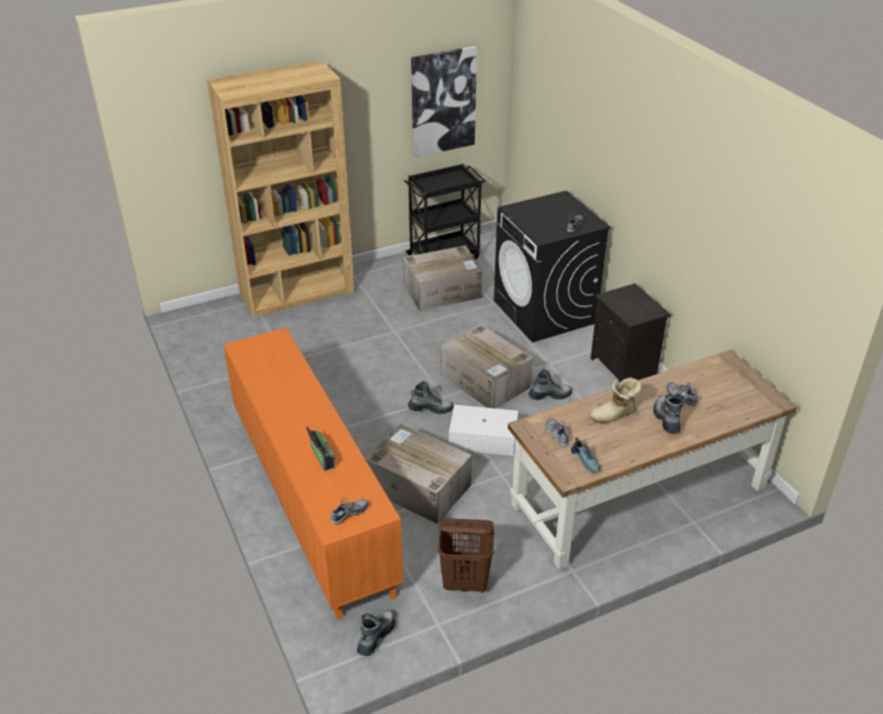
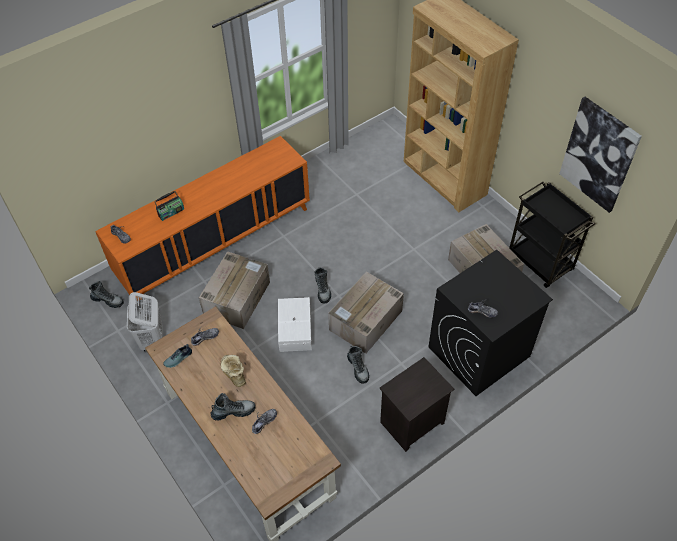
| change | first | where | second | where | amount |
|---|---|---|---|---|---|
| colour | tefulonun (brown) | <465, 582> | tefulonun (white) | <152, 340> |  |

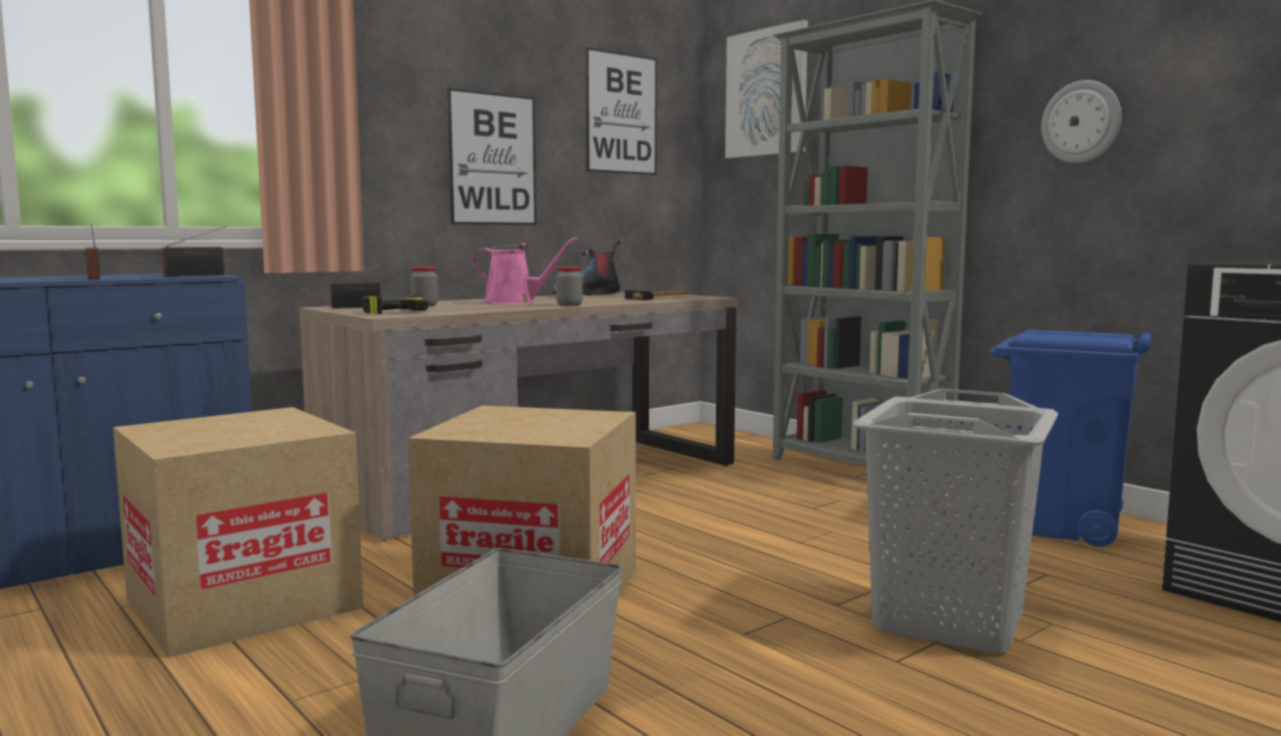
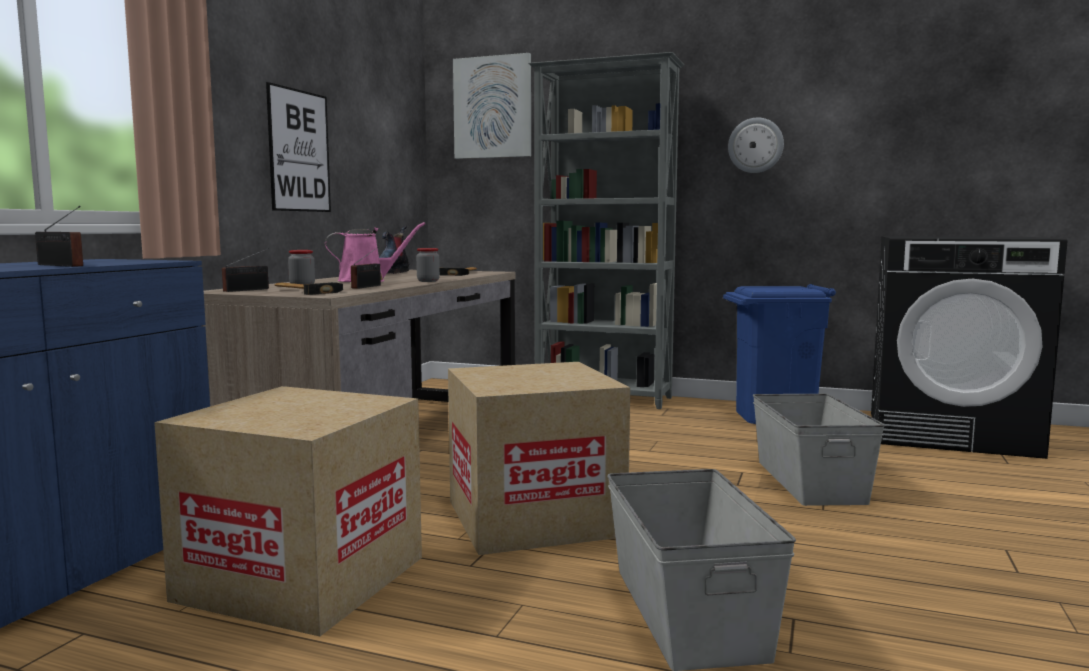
| change | first | where | second | where | amount |
|---|---|---|---|---|---|
| exchanged | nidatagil | <393, 311> | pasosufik | <304, 291> |  |
| relocated | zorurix | <198, 275> |  | <368, 286> |  |
| exchanged | tefulonun (grey) | <949, 621> | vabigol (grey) | <810, 481> |  |
| missing | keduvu | <621, 113> |  |  |  |

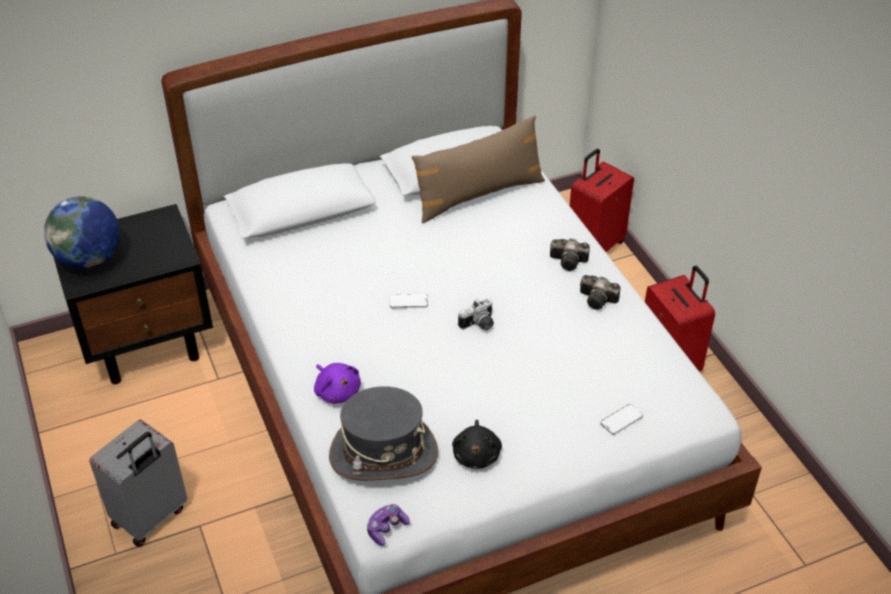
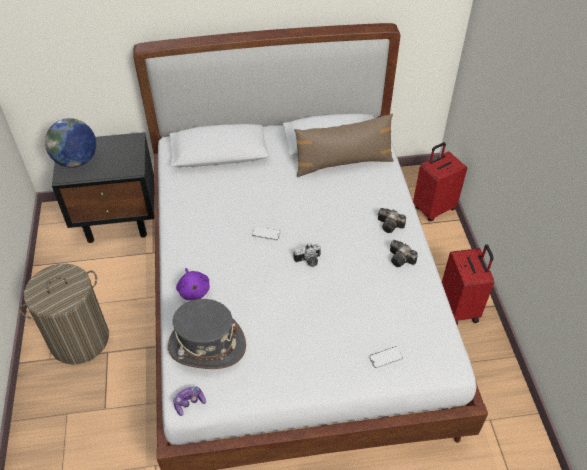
| change | first | where | second | where | amount |
|---|---|---|---|---|---|
| exchanged | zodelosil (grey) | <151, 518> | tefulonun | <79, 339> |  |
| missing | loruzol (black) | <476, 454> |  |  |  |

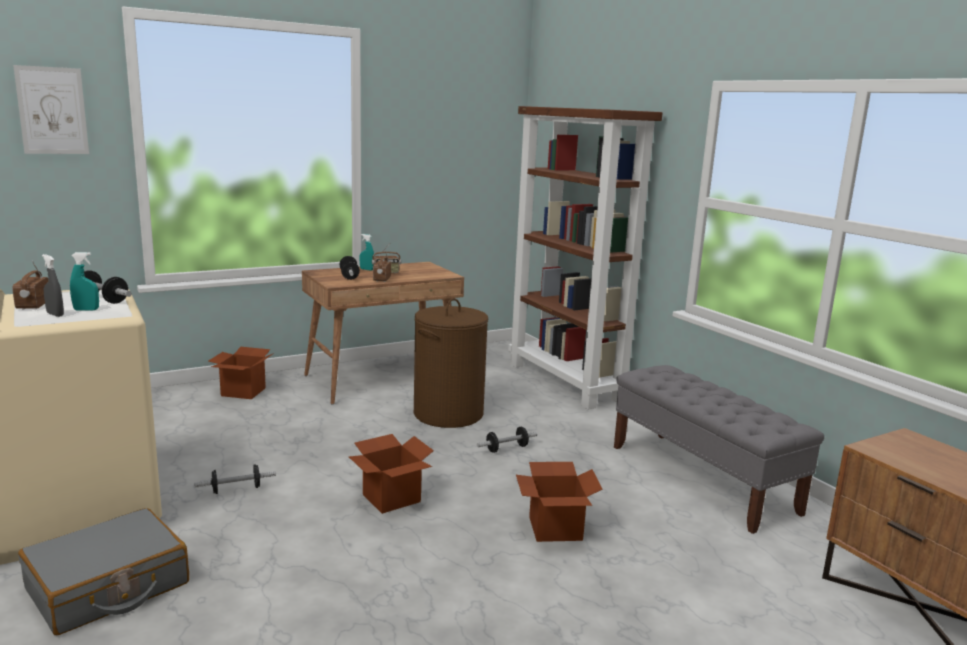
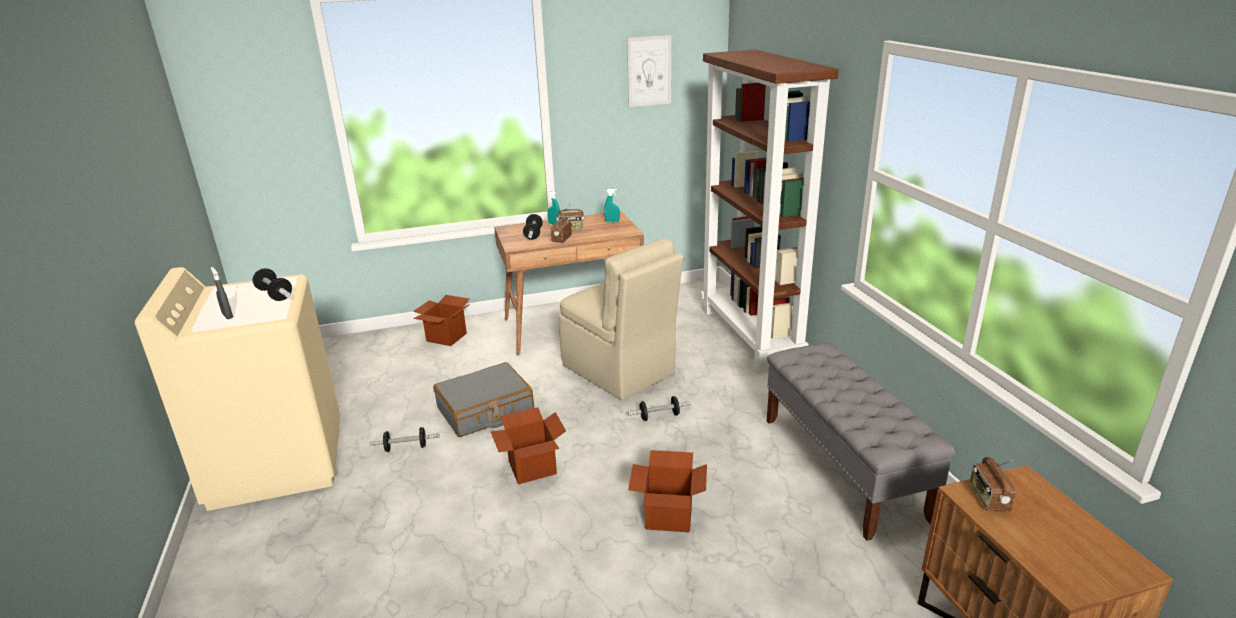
| change | first | where | second | where | amount |
|---|---|---|---|---|---|
| relocated | zodelosil (grey) | <108, 587> |  | <485, 411> |  |
| exchanged | tefulonun (brown) | <448, 414> | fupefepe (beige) | <619, 371> |  |
| relocated | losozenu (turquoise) | <86, 310> |  | <612, 222> |  |
| relocated | keduvu | <52, 110> |  | <649, 71> |  |
| relocated | zorurix | <32, 305> |  | <988, 498> |  |

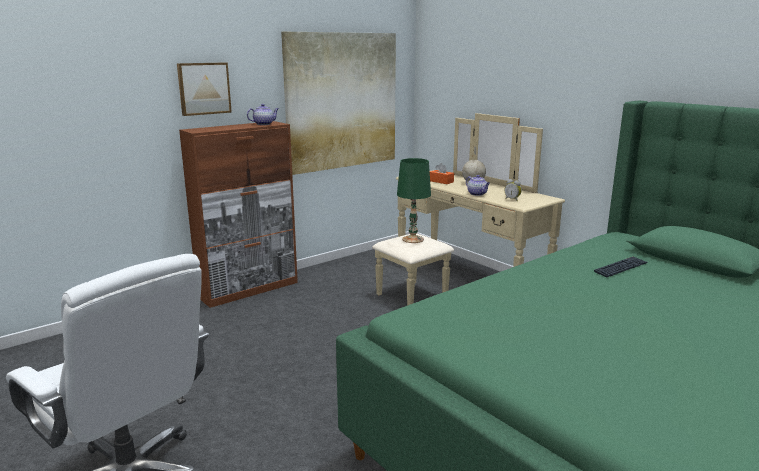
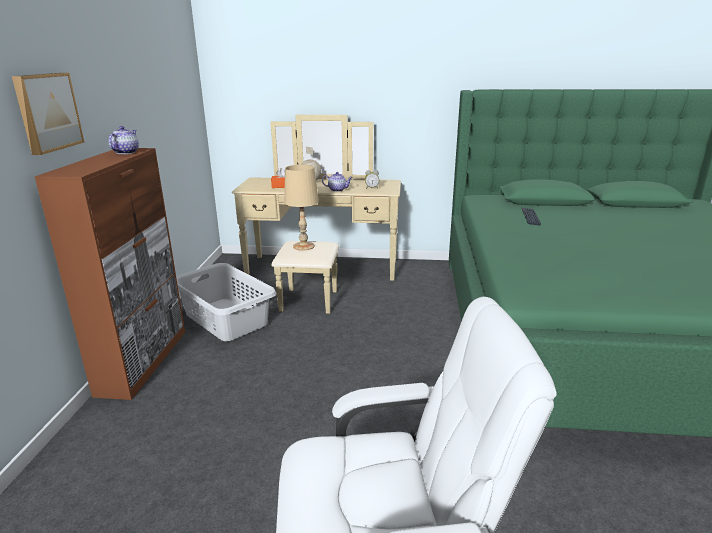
| change | first | where | second | where | amount |
|---|---|---|---|---|---|
| appeared |  |  | tefulonun (grey) | <226, 318> |  |
| colour | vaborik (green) | <413, 239> | vaborik (beige) | <304, 246> |  |
| missing | keduvu | <341, 101> |  |  |  |

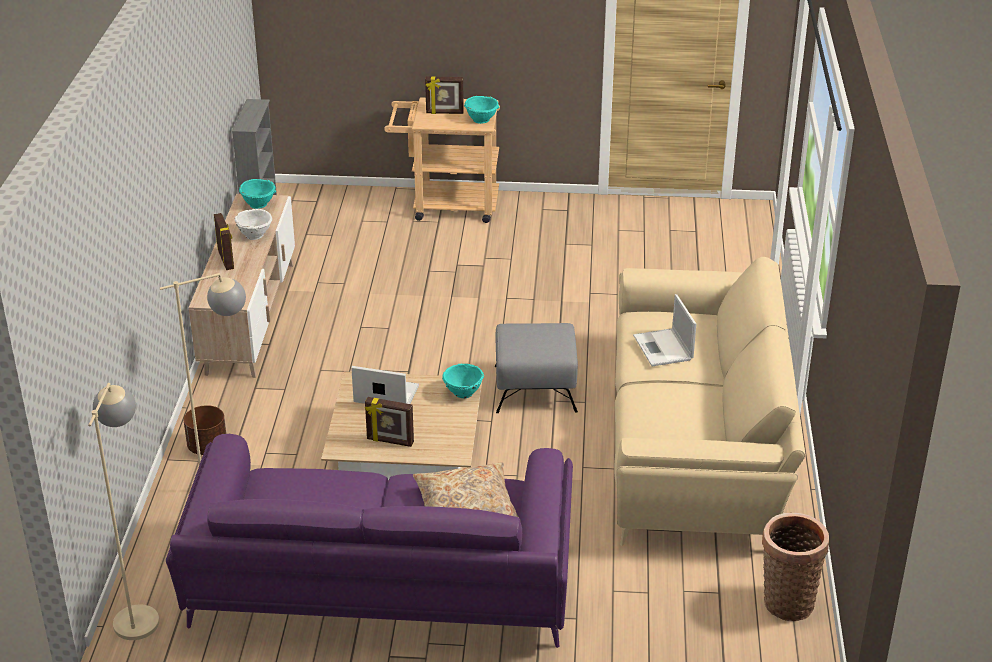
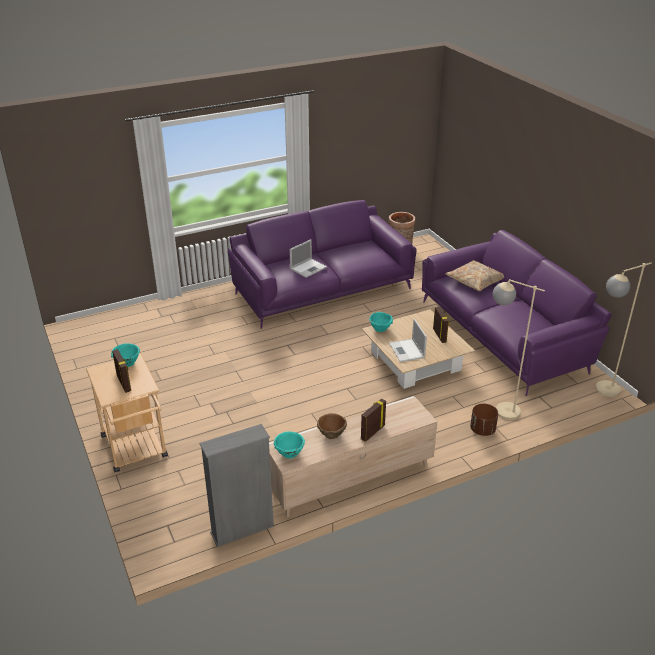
| change | first | where | second | where | amount |
|---|---|---|---|---|---|
| colour | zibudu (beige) | <696, 441> | zibudu (purple) | <322, 289> |  |
| colour | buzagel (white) | <255, 235> | buzagel (brown) | <331, 434> |  |
| missing | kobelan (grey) | <534, 388> |  |  |  |

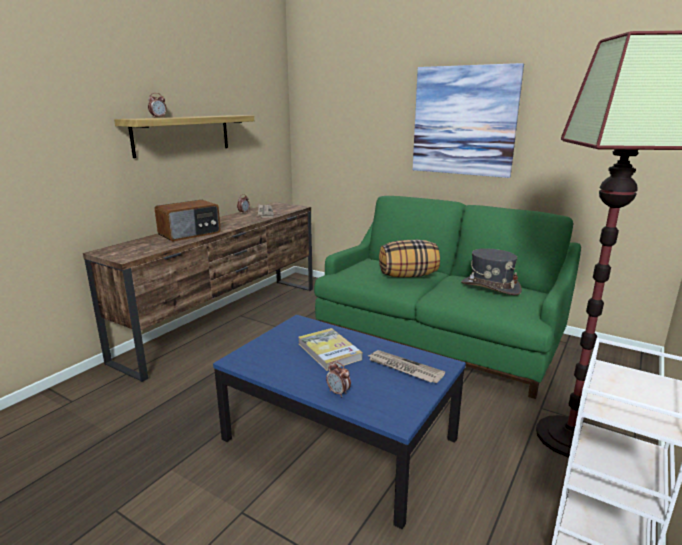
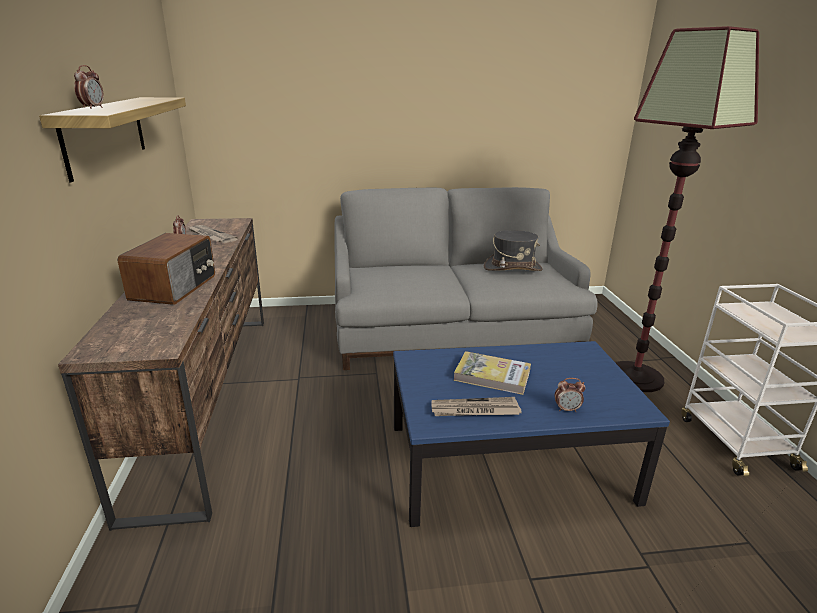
| change | first | where | second | where | amount |
|---|---|---|---|---|---|
| colour | zibudu (green) | <439, 336> | zibudu (grey) | <452, 330> |  |
| relocated | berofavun | <404, 368> |  | <474, 410> |  |
| missing | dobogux | <408, 275> |  |  |  |
| missing | keduvu | <464, 121> |  |  |  |

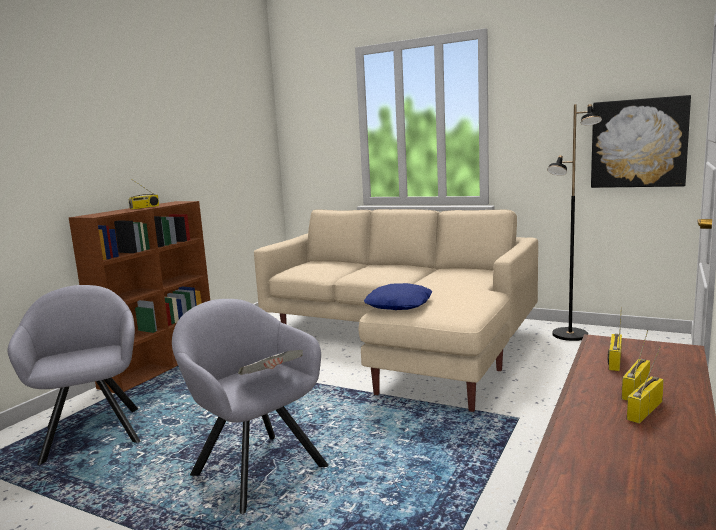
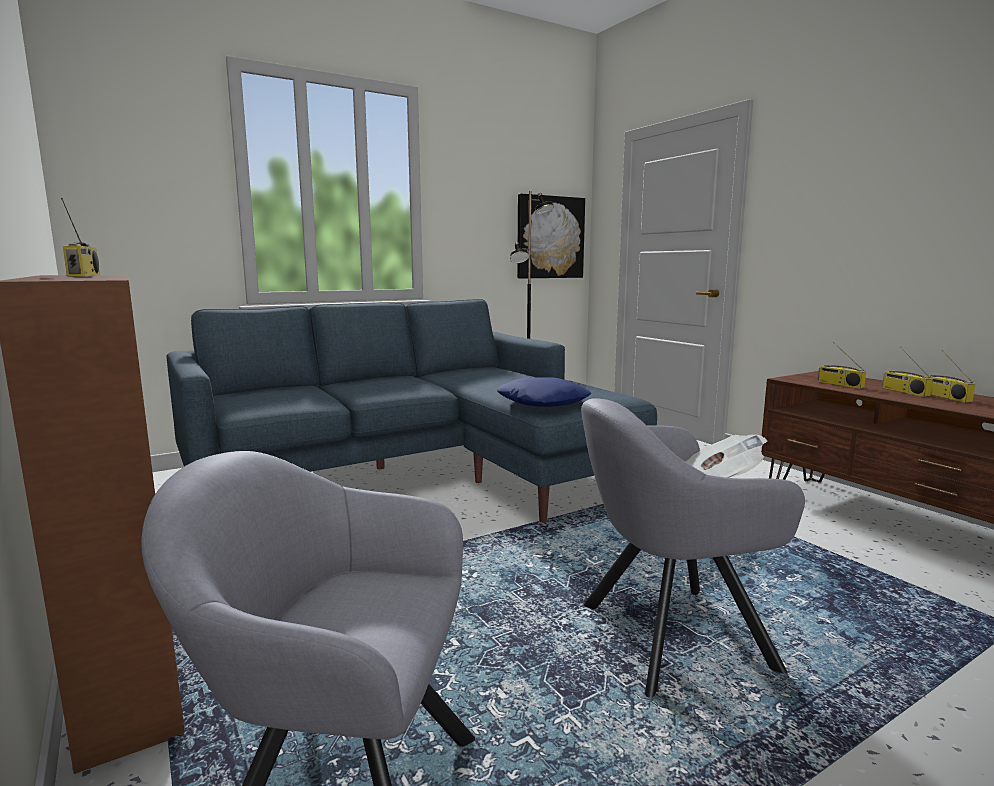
| change | first | where | second | where | amount |
|---|---|---|---|---|---|
| colour | zibudu (beige) | <403, 340> | zibudu (blue) | <416, 473> |  |

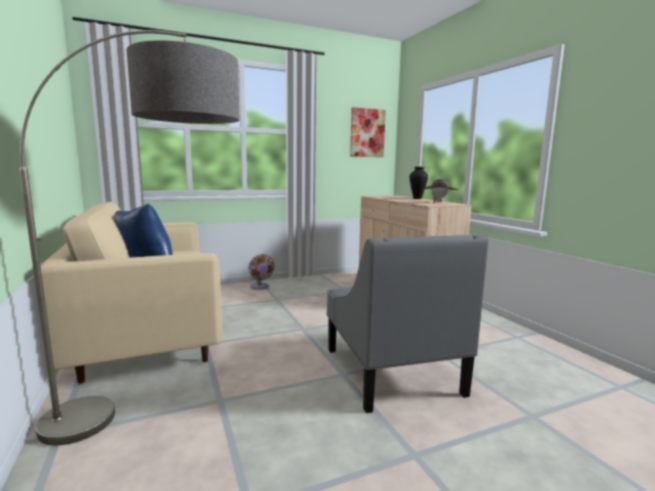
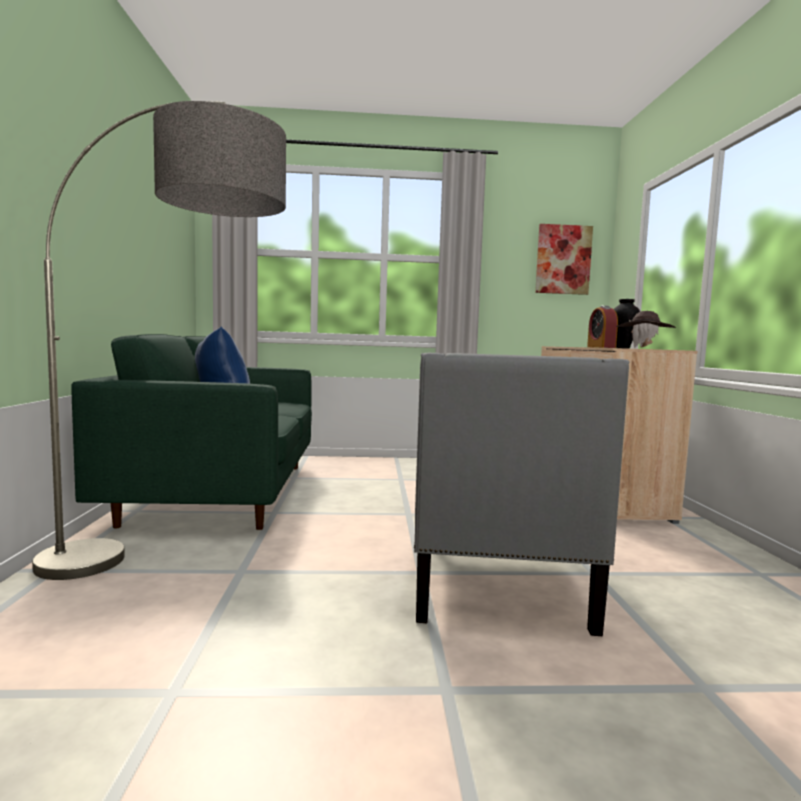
| change | first | where | second | where | amount |
|---|---|---|---|---|---|
| colour | zibudu (beige) | <149, 332> | zibudu (green) | <224, 492> |  |
| appeared |  |  | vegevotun | <601, 347> |  |
| missing | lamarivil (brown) | <260, 287> |  |  |  |

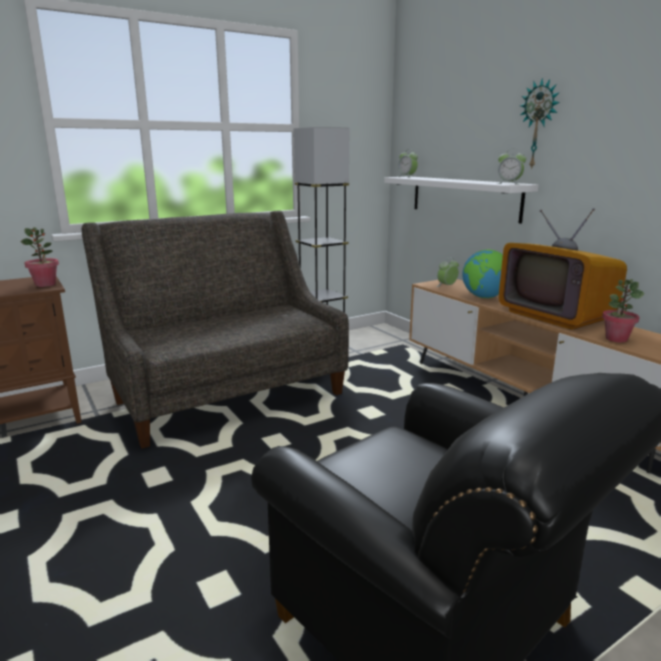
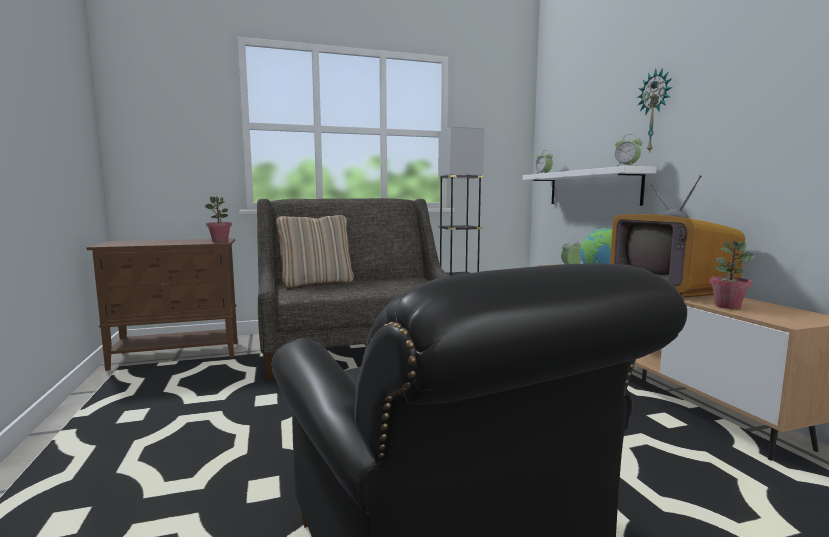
| change | first | where | second | where | amount |
|---|---|---|---|---|---|
| appeared |  |  | dobogux (beige) | <317, 283> |  |

